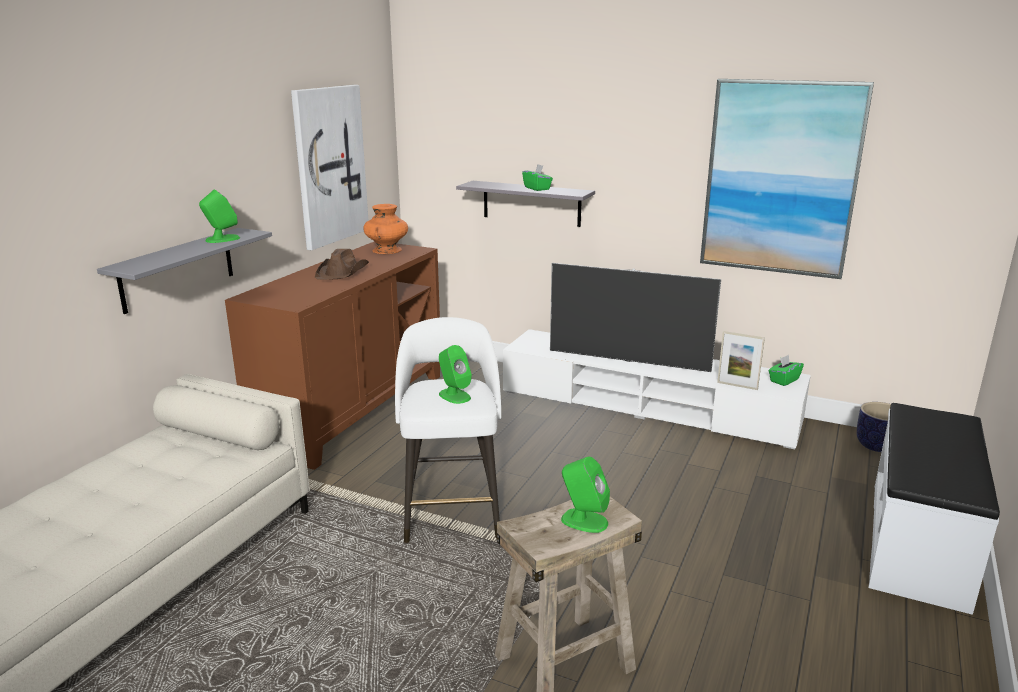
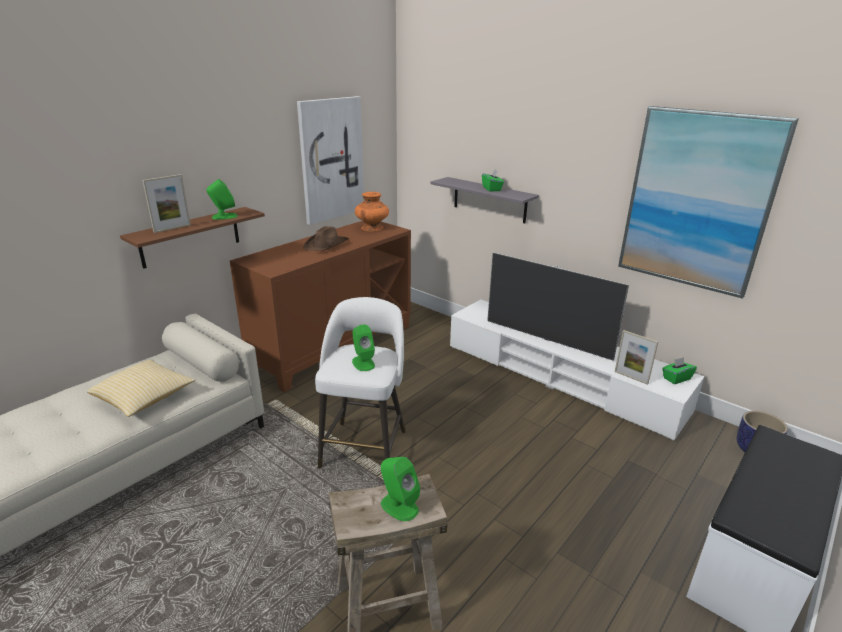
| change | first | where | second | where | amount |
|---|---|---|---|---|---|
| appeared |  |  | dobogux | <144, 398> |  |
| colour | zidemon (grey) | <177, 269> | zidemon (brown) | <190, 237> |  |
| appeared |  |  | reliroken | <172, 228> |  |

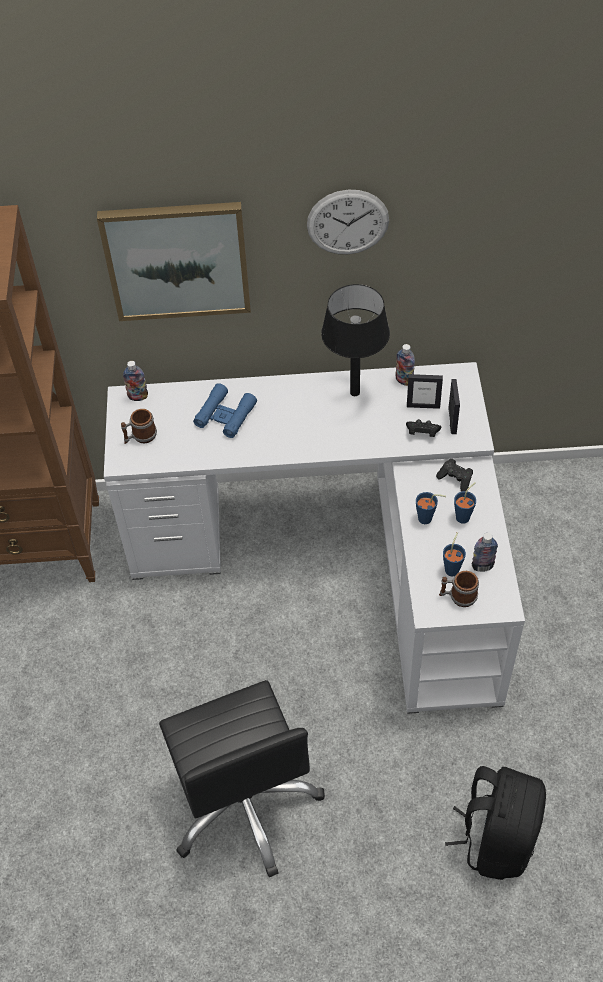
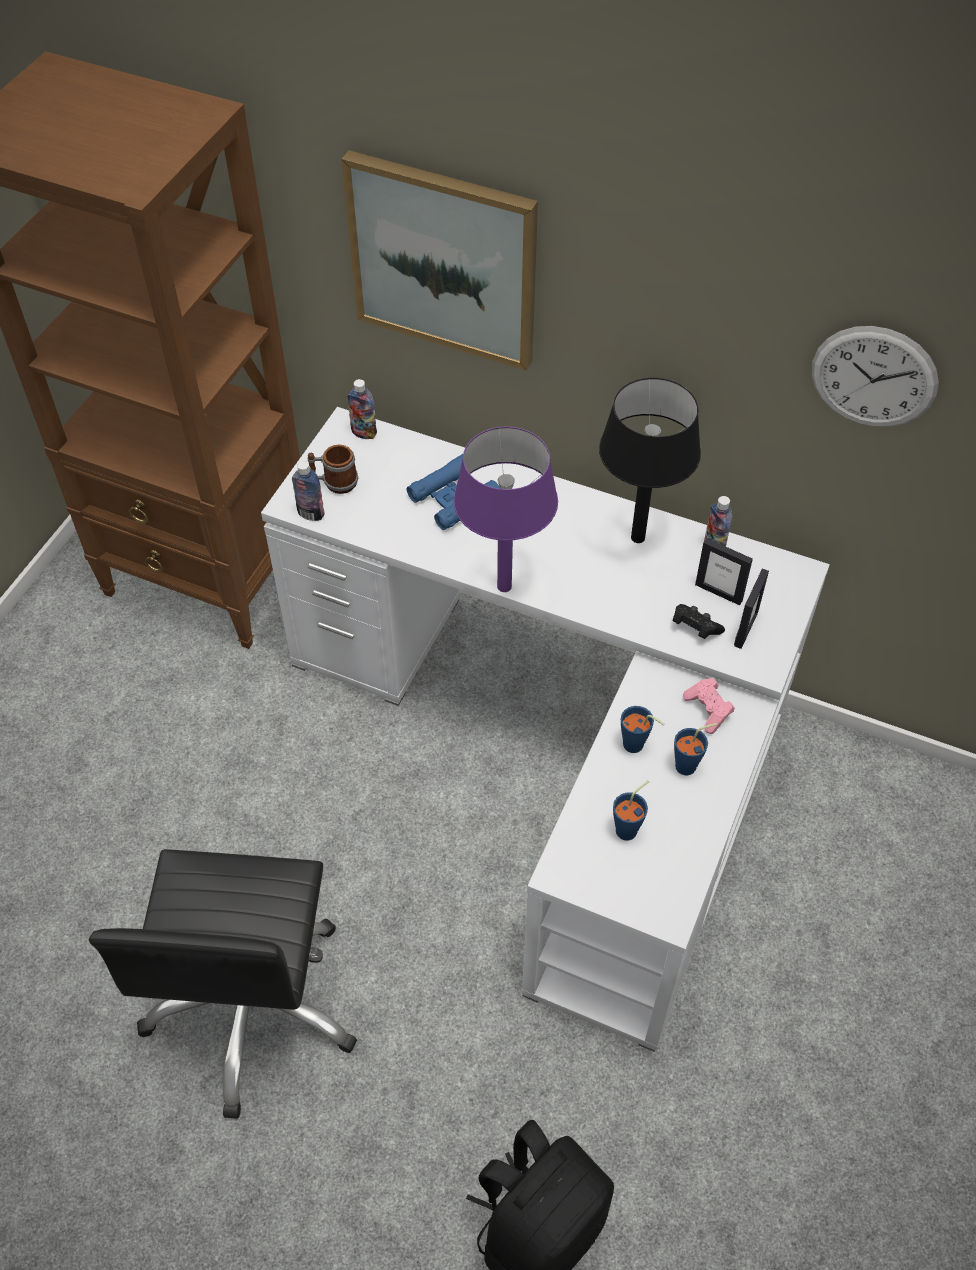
| change | first | where | second | where | amount |
|---|---|---|---|---|---|
| relocated | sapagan | <482, 566> |  | <311, 514> |  |
| appeared |  |  | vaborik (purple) | <504, 587> |  |
| colour | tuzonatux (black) | <456, 479> | tuzonatux (pink) | <708, 710> |  |
| relocated | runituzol | <348, 222> |  | <873, 377> |  |
| missing | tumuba | <458, 596> |  |  |  |

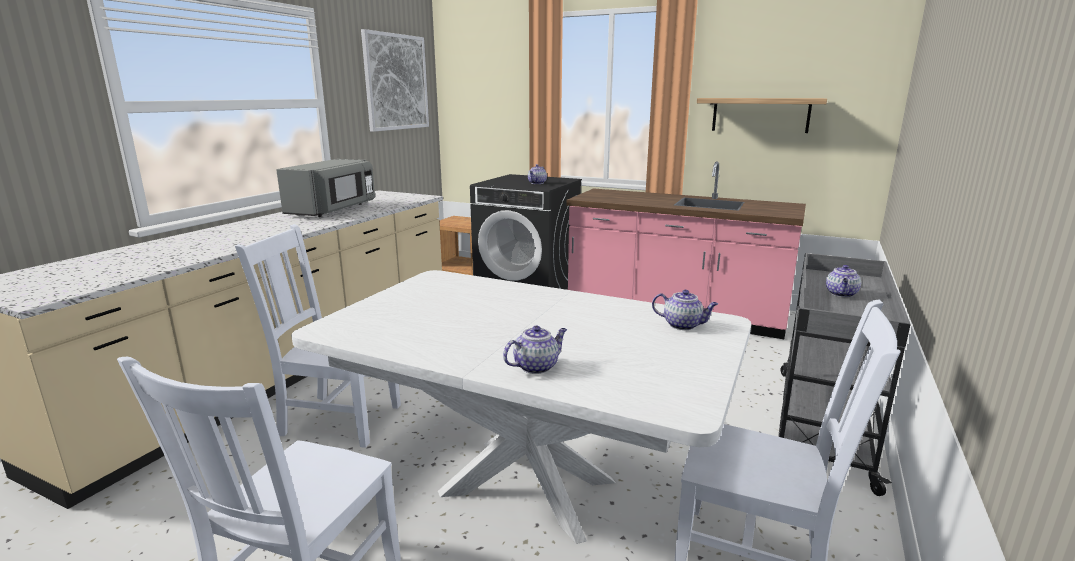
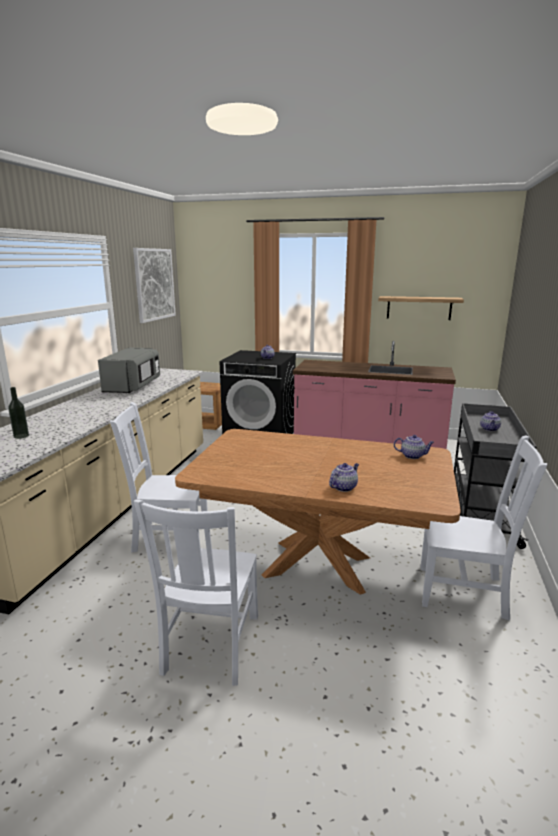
| change | first | where | second | where | amount |
|---|---|---|---|---|---|
| appeared |  |  | sapagan | <21, 436> |  |
| colour | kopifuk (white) | <528, 488> | kopifuk (brown) | <318, 566> |  |

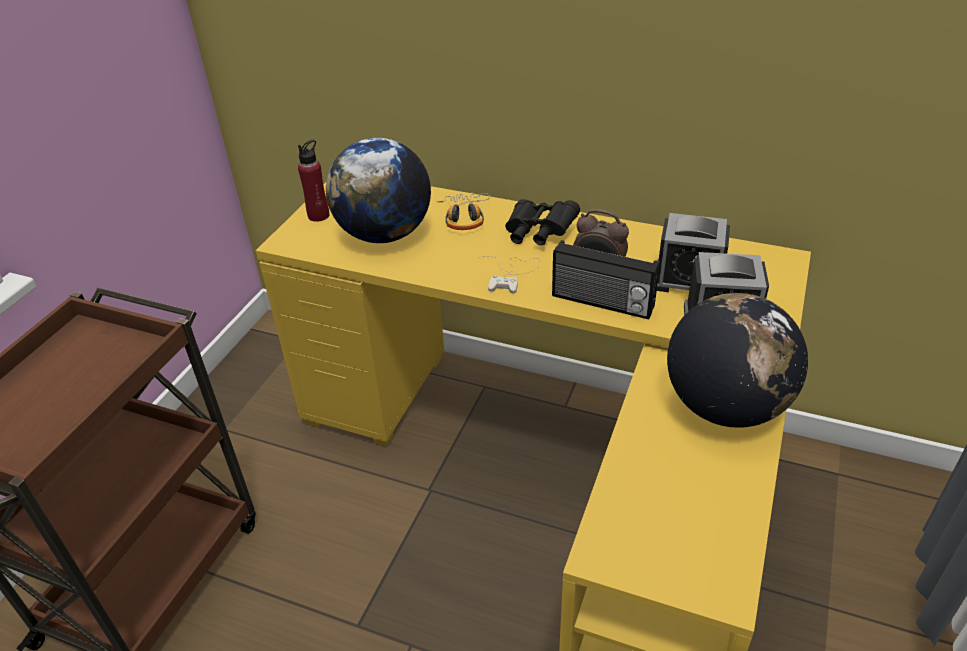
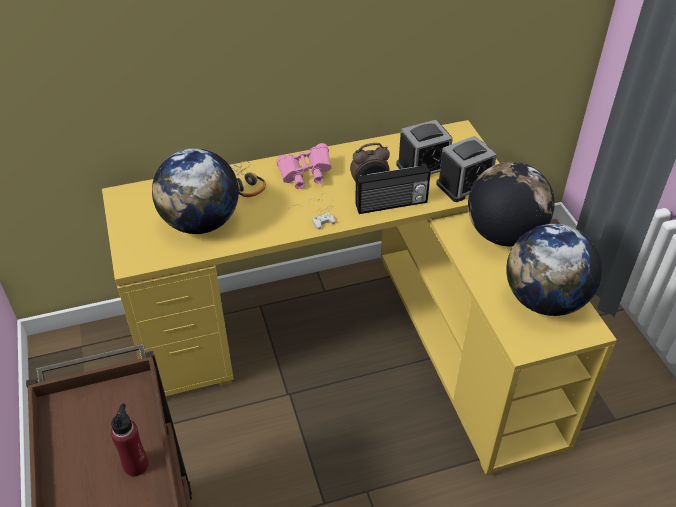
| change | first | where | second | where | amount |
|---|---|---|---|---|---|
| relocated | sapagan (red) | <318, 215> |  | <136, 465> |  |
| colour | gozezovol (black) | <538, 233> | gozezovol (pink) | <305, 175> |  |
| appeared |  |  | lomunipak | <545, 300> |  |

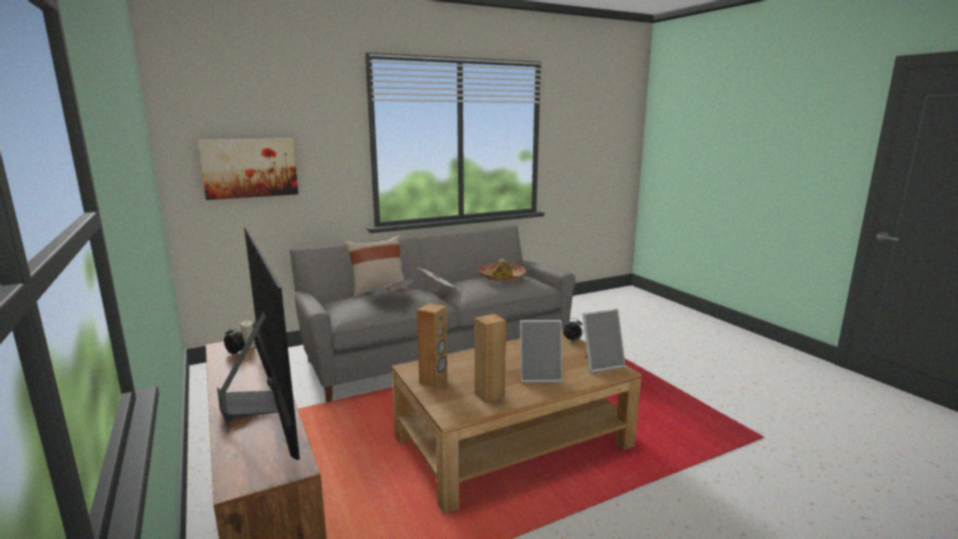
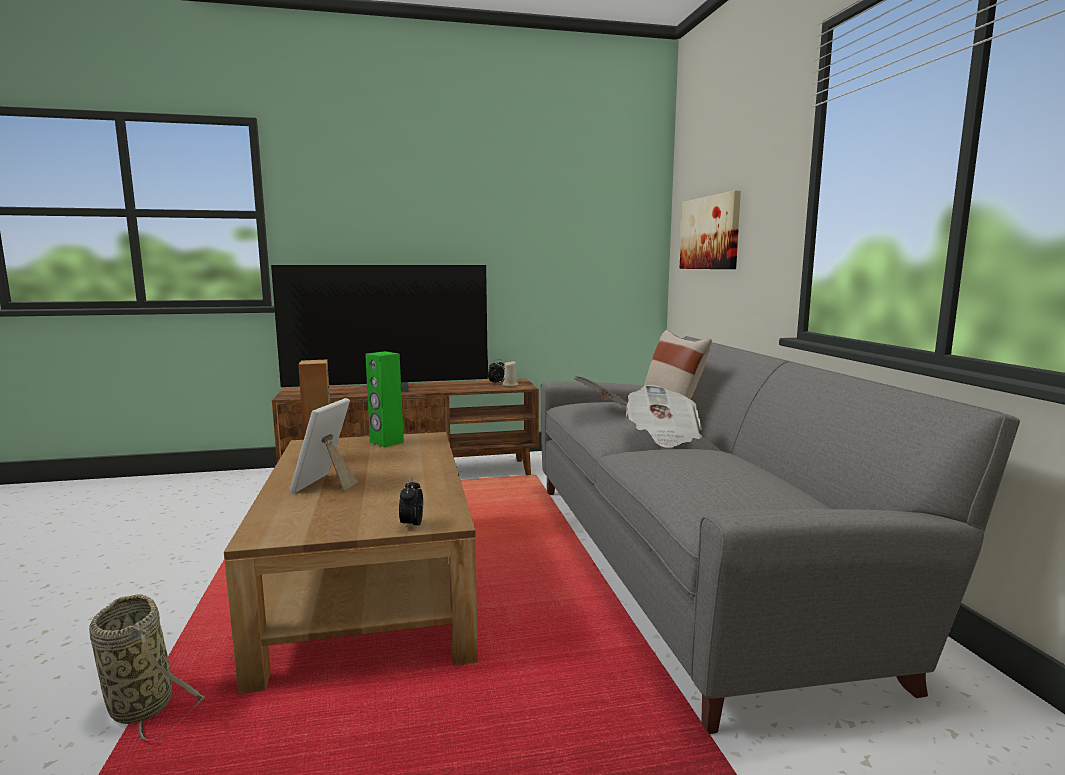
| change | first | where | second | where | amount |
|---|---|---|---|---|---|
| appeared |  |  | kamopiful | <139, 704> |  |
| colour | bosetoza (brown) | <433, 381> | bosetoza (green) | <386, 442> |  |
| missing | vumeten | <501, 278> |  |  |  |
| missing | reliroken | <601, 364> |  |  |  |

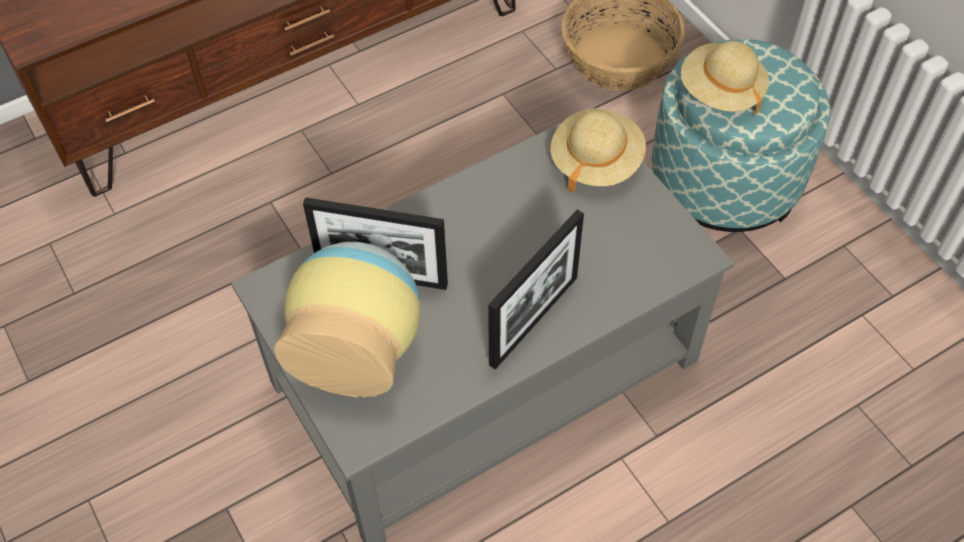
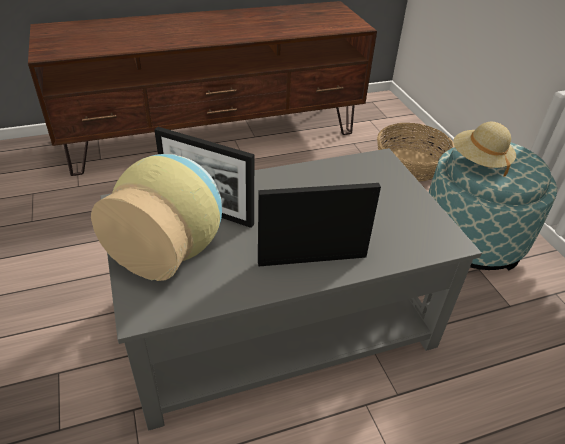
| change | first | where | second | where | amount |
|---|---|---|---|---|---|
| spun | reliroken | <534, 320> |  | <312, 259> | 150 degrees counterclockwise |
| missing | vumeten (beige) | <596, 162> |  |  |  |

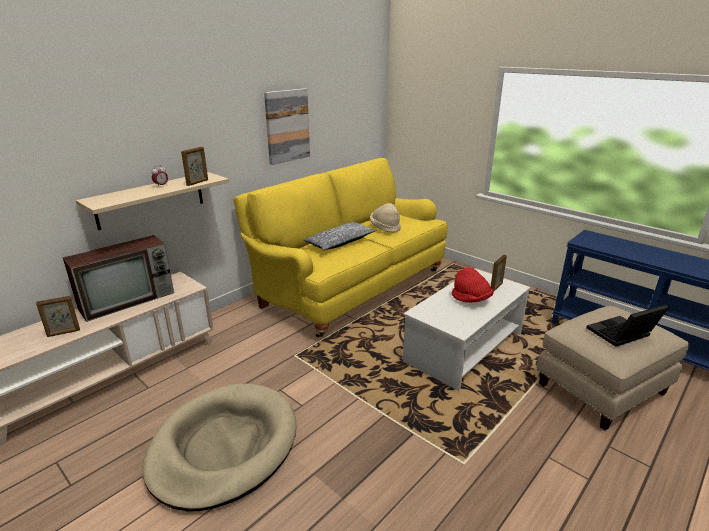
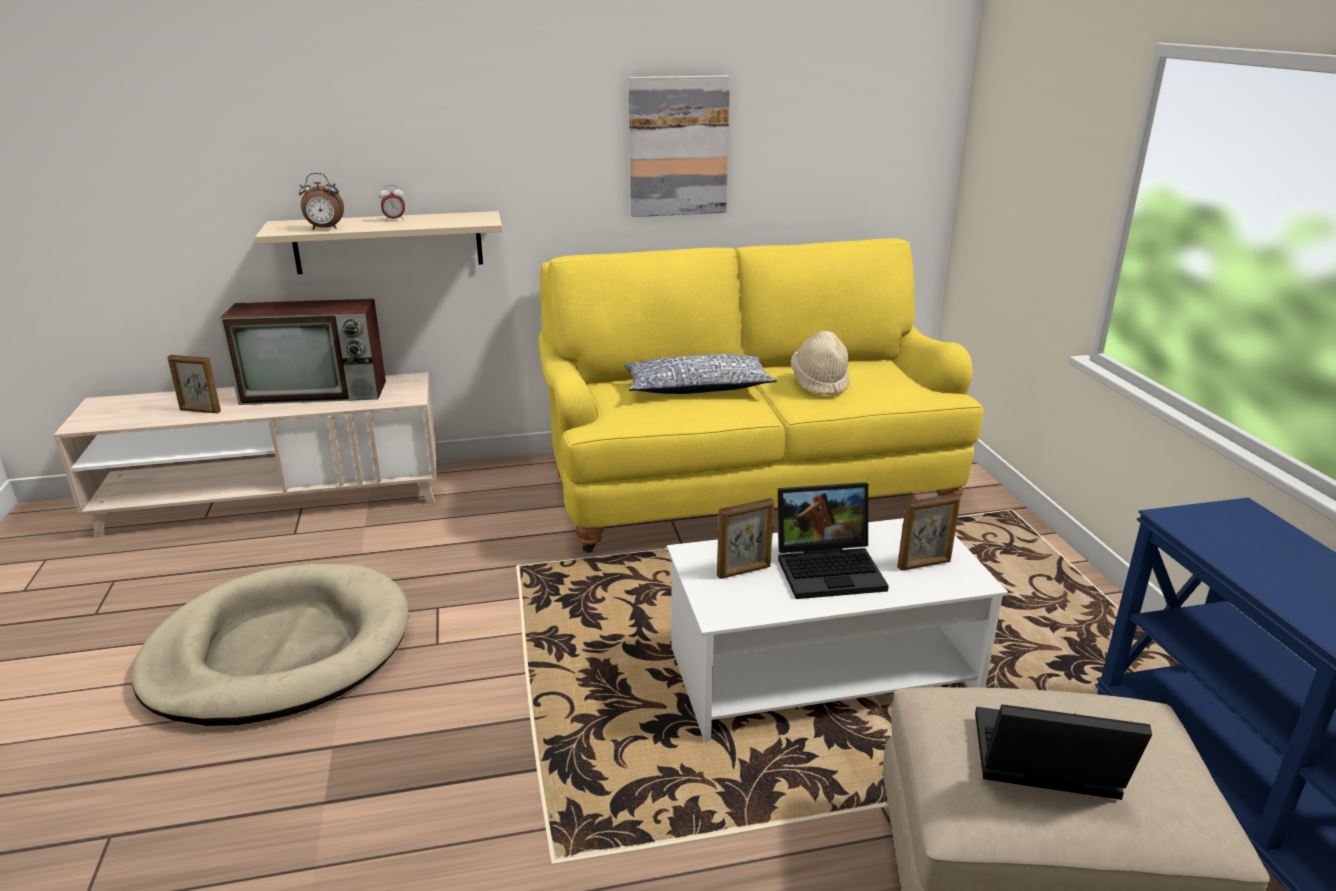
| change | first | where | second | where | amount |
|---|---|---|---|---|---|
| appeared |  |  | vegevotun | <324, 229> |  |
| relocated | reliroken | <197, 182> |  | <744, 571> |  |
| exchanged | vumeten (red) | <471, 299> | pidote | <830, 568> |  |

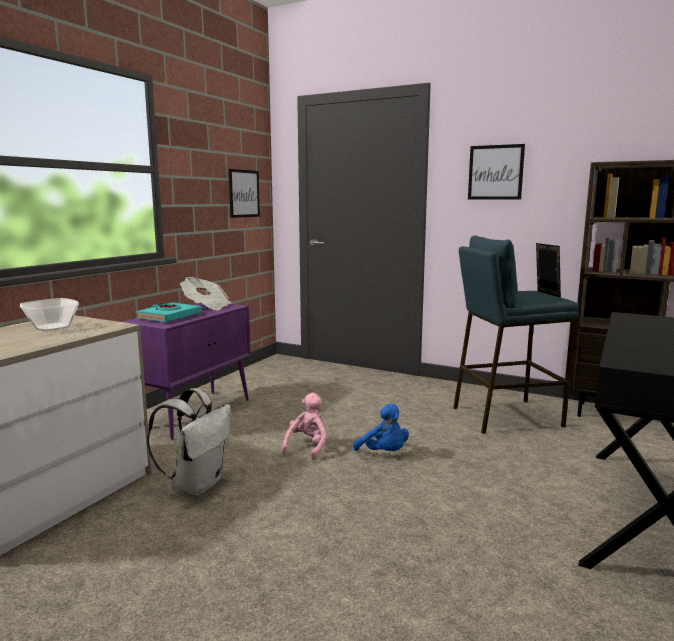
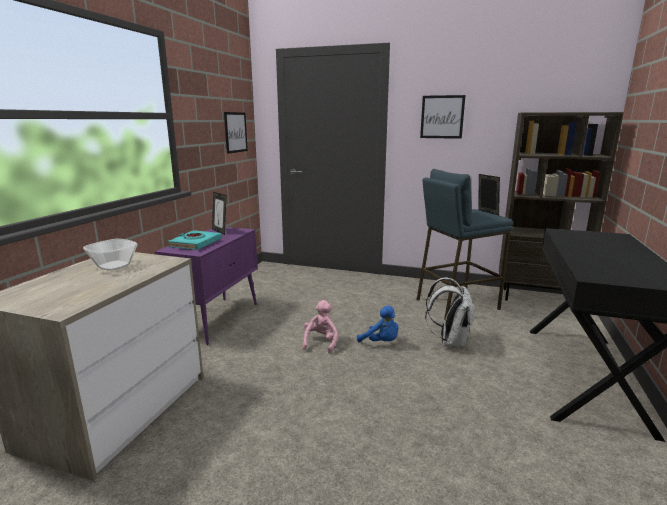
| change | first | where | second | where | amount |
|---|---|---|---|---|---|
| exchanged | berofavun | <206, 306> | reliroken | <220, 231> |  |
| relocated | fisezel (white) | <197, 484> |  | <450, 342> |  |

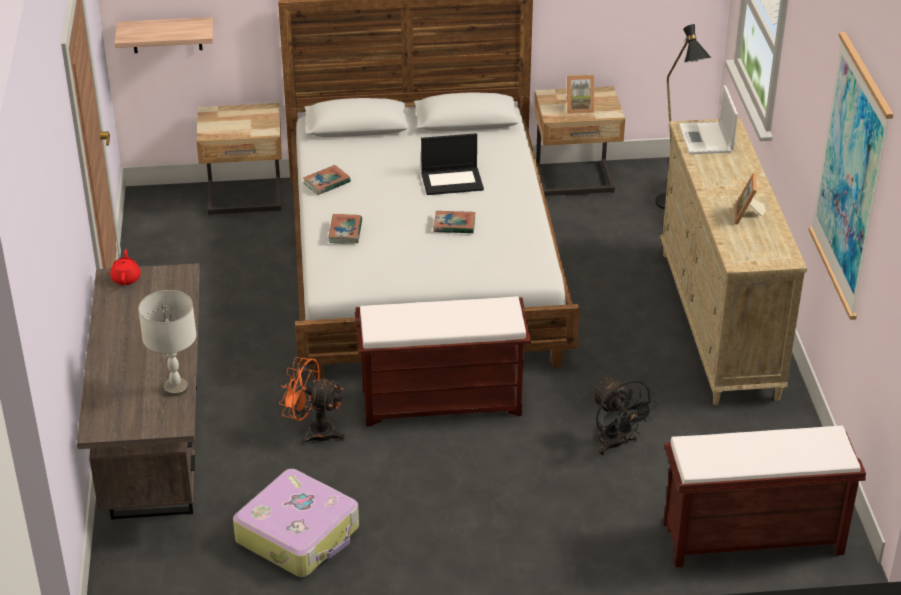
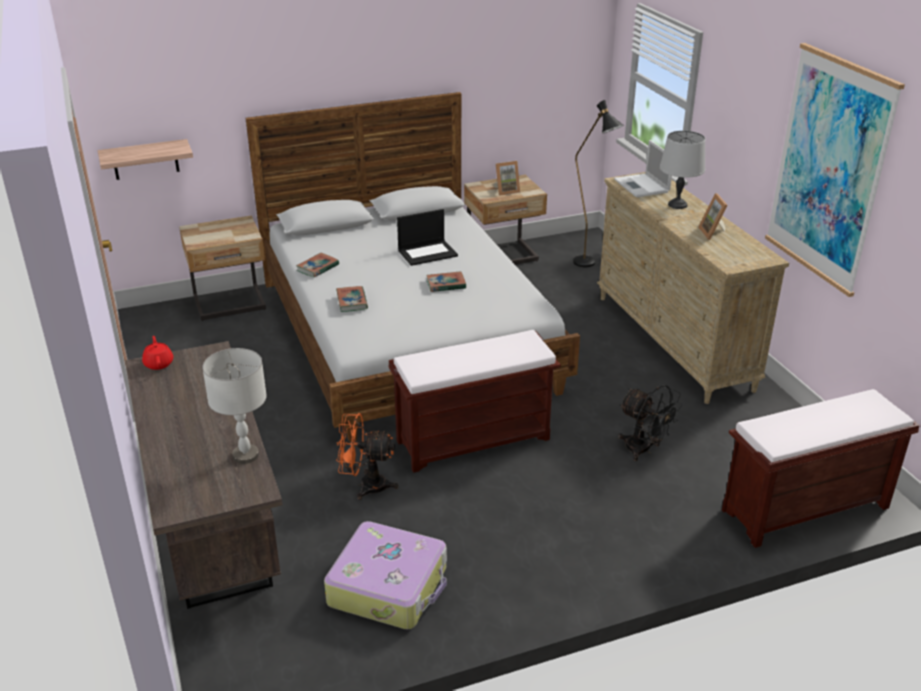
| change | first | where | second | where | amount |
|---|---|---|---|---|---|
| appeared |  |  | vaborik (grey) | <678, 204> |  |

